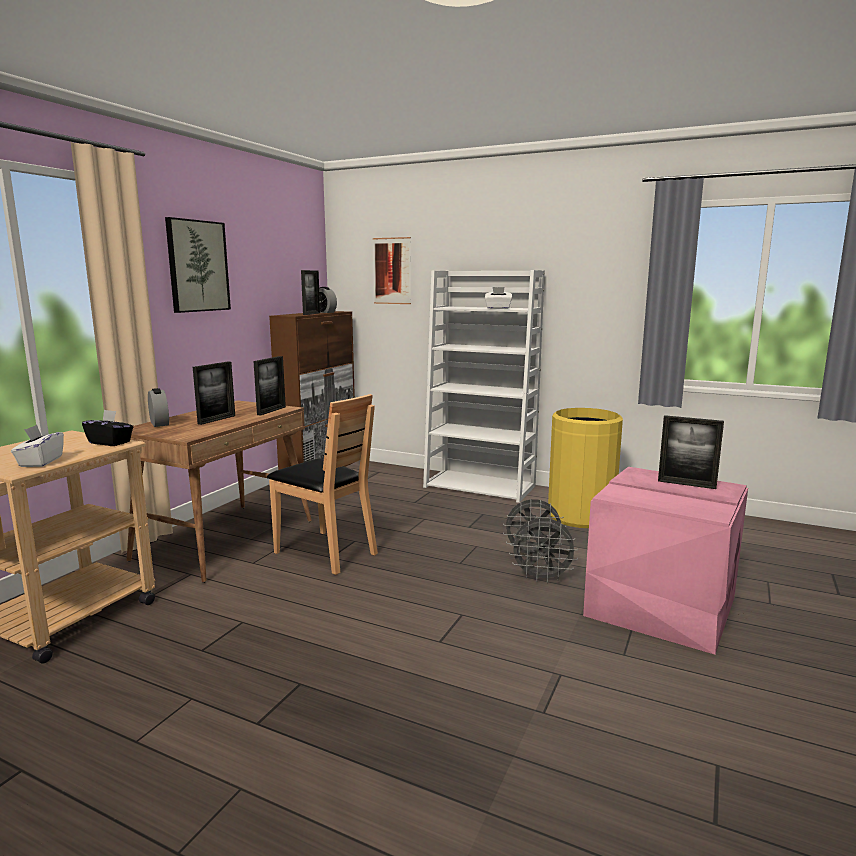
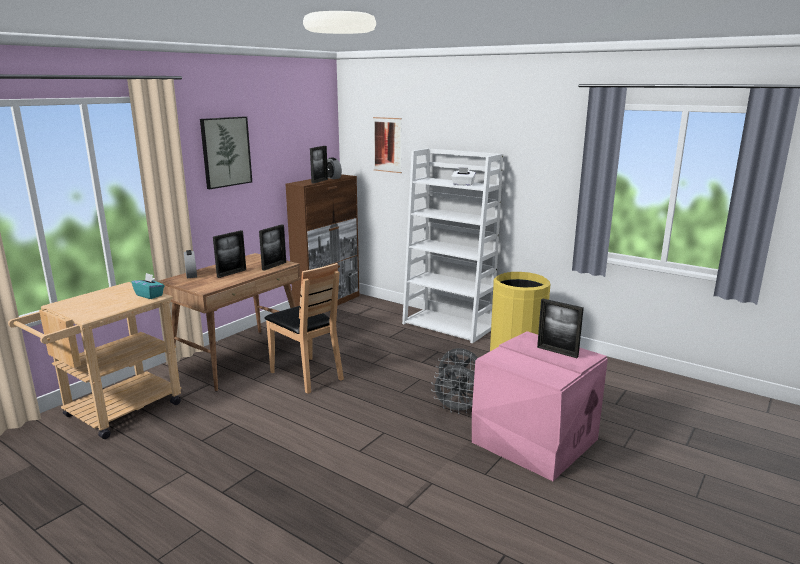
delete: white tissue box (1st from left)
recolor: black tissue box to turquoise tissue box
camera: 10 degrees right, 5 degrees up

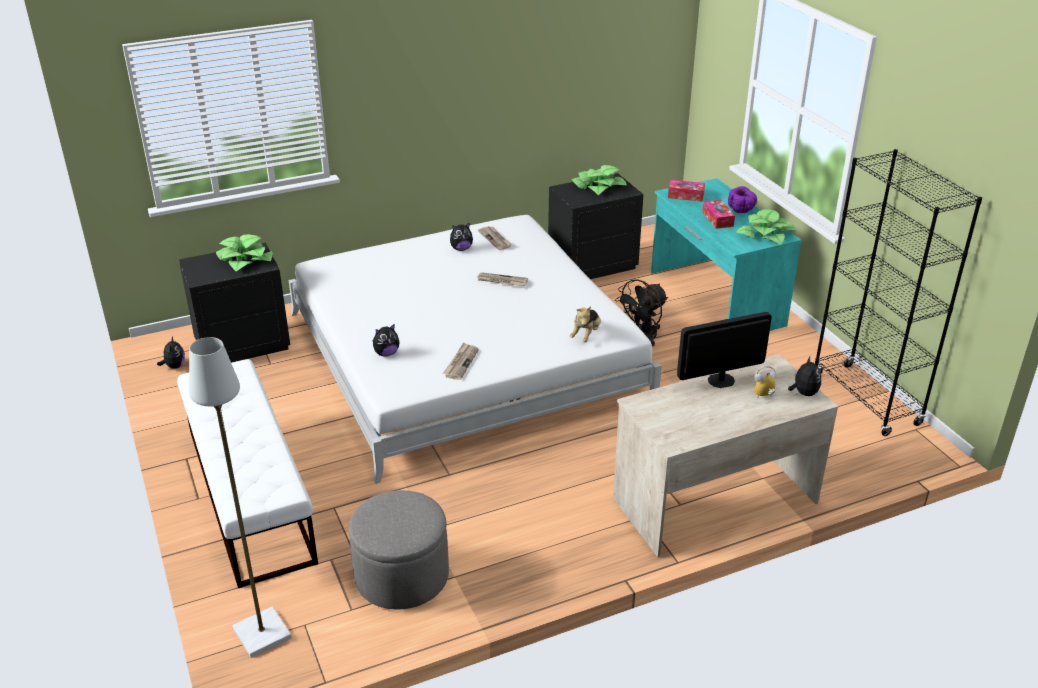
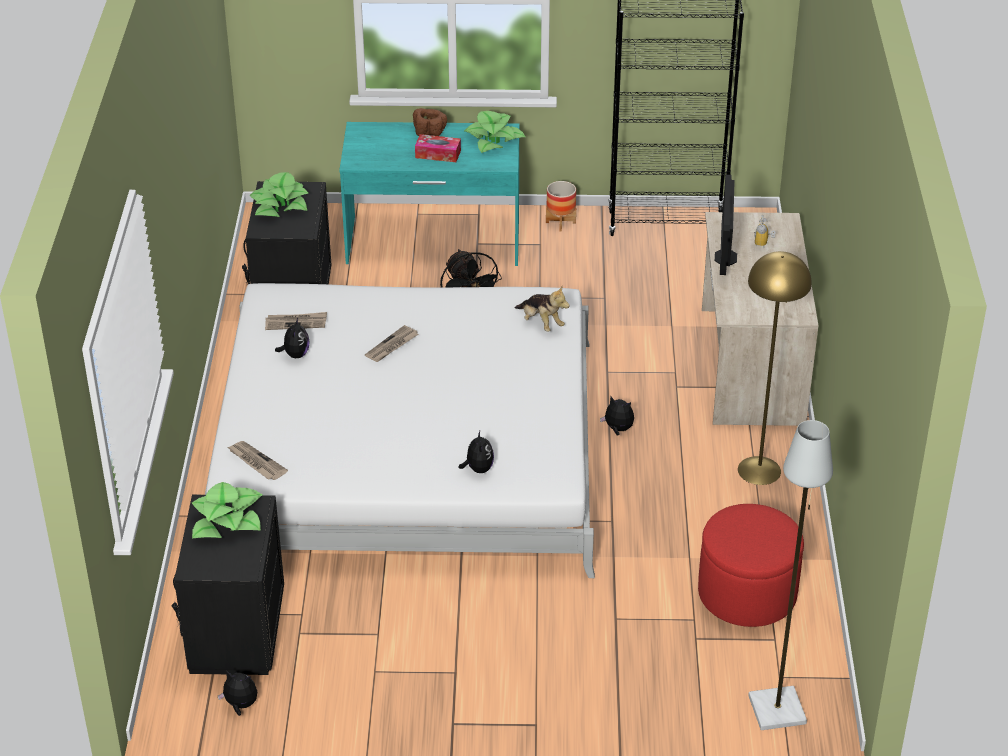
delete: white bench; tissue box (1st from left)
insert: planter; yellow floor lamp
move: newspaper (1st from left); plush toy (5th from left)
recolor: grey ottoman to red ottoman; purple bowl to brown bowl
camera: 65 degrees left, 5 degrees up

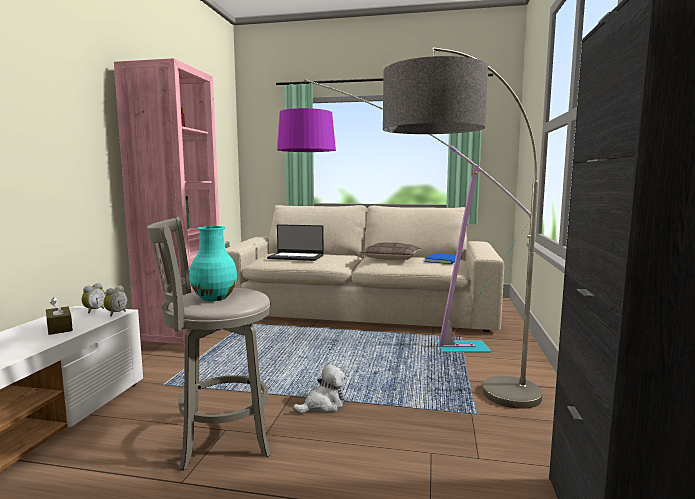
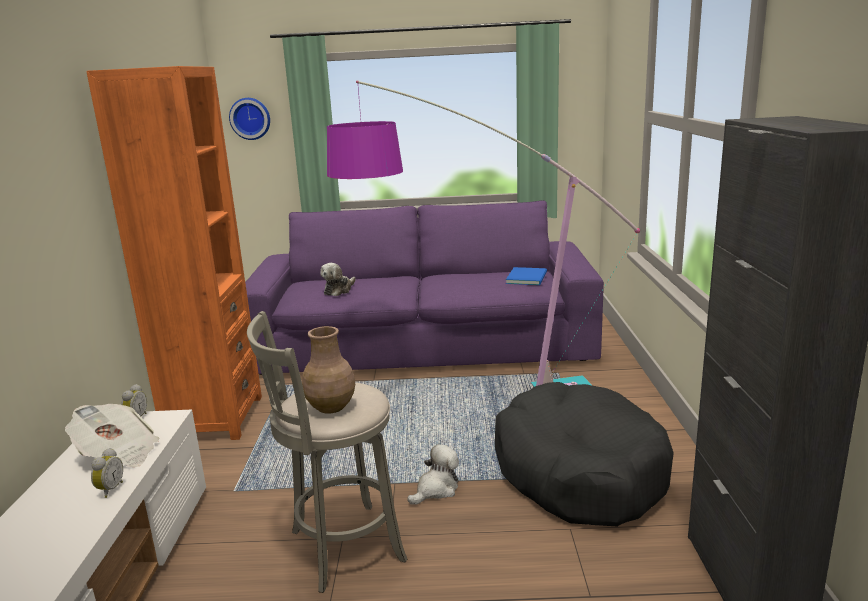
delete: pillow
insert: wall clock
move: alarm clock (2nd from left in the first image) to alarm clock (1st from left)
replace: brown tissue box to newspaper; laptop to plush toy (1st from left); floor lamp (2nd from left) to black dog bed
recolor: pink bookcase to orange bookcase; turquoise vase to brown vase; beige sofa to purple sofa
camera: 10 degrees left, 10 degrees up

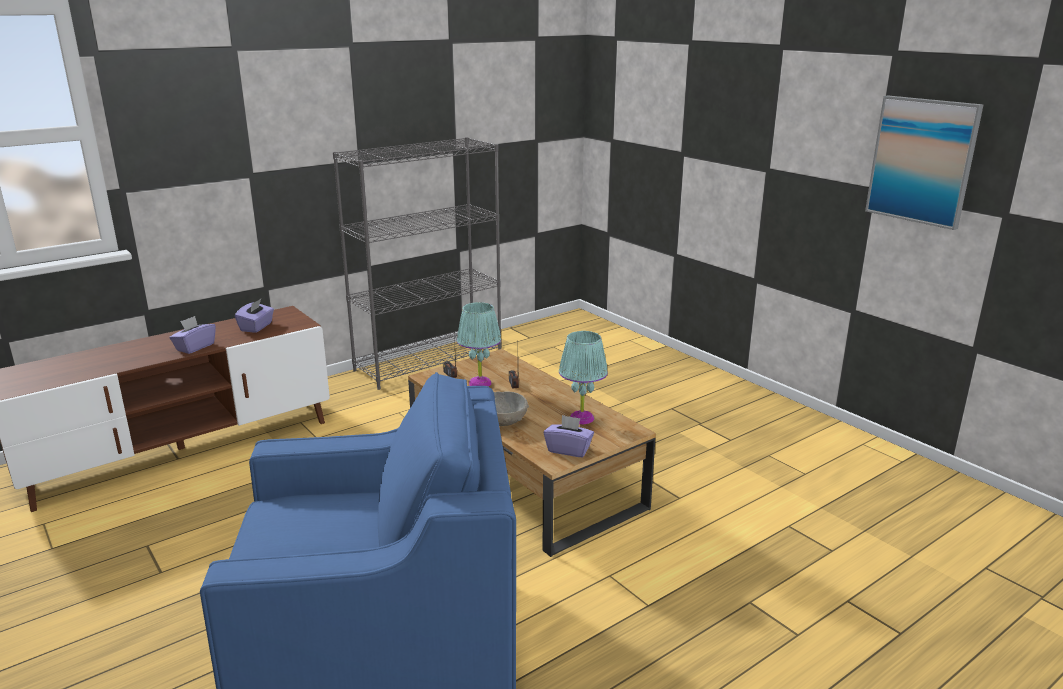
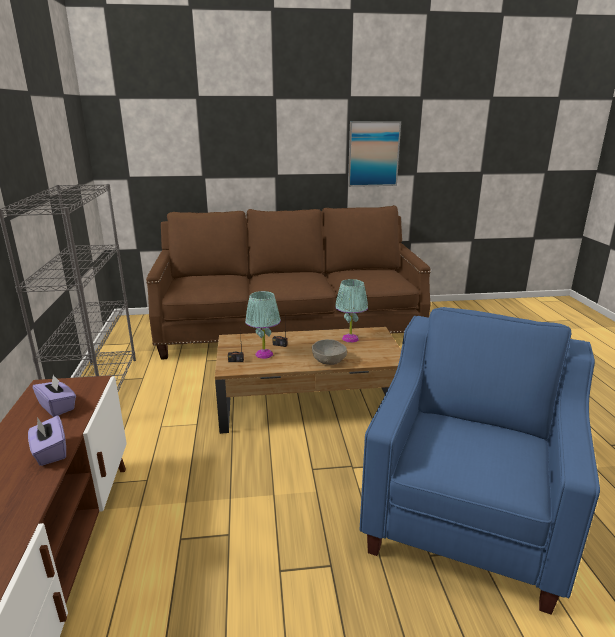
delete: purple tissue box (3rd from left)
insert: brown sofa
camera: 60 degrees left, 0 degrees up

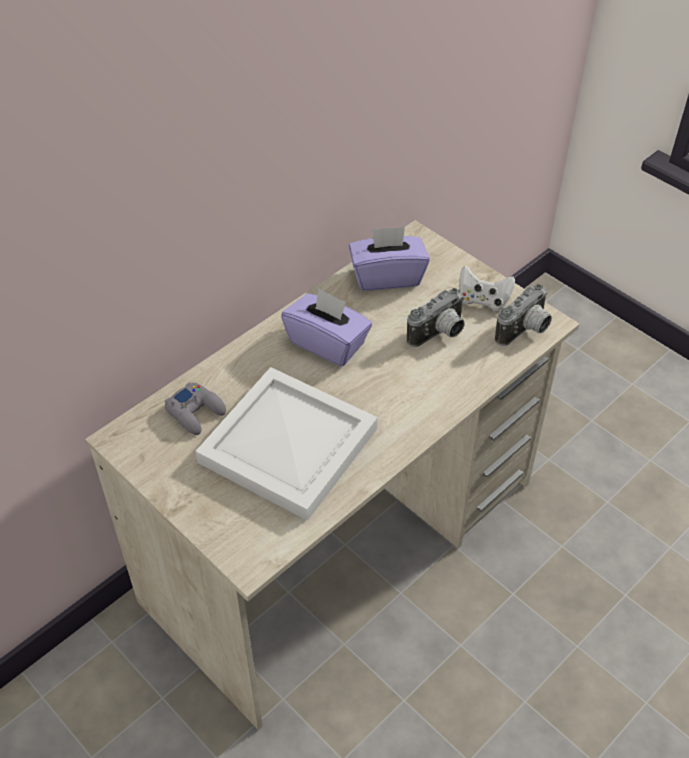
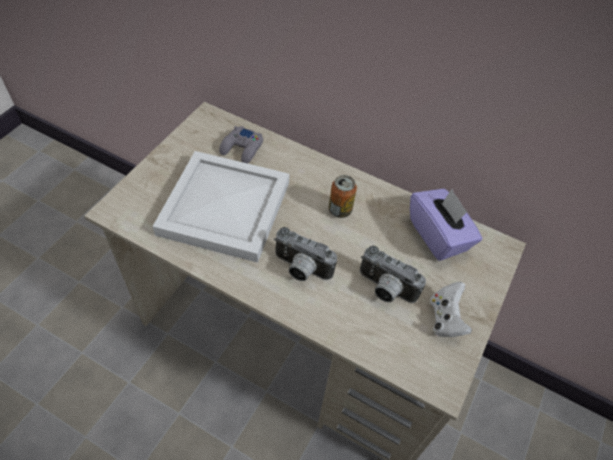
move: photo camera (2nd from left in the first image) to photo camera (1st from left)
replace: purple tissue box (1st from left) to can
camera: 70 degrees right, 5 degrees up

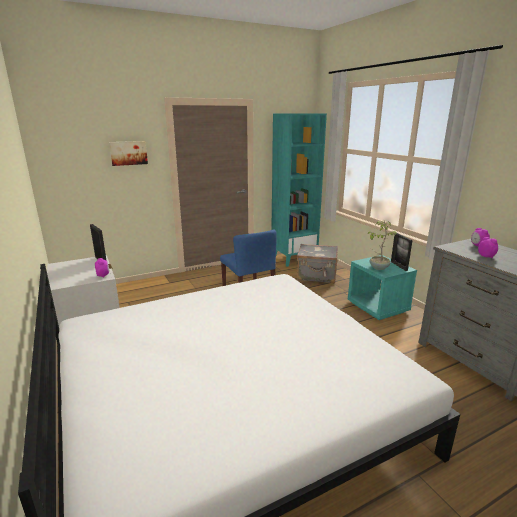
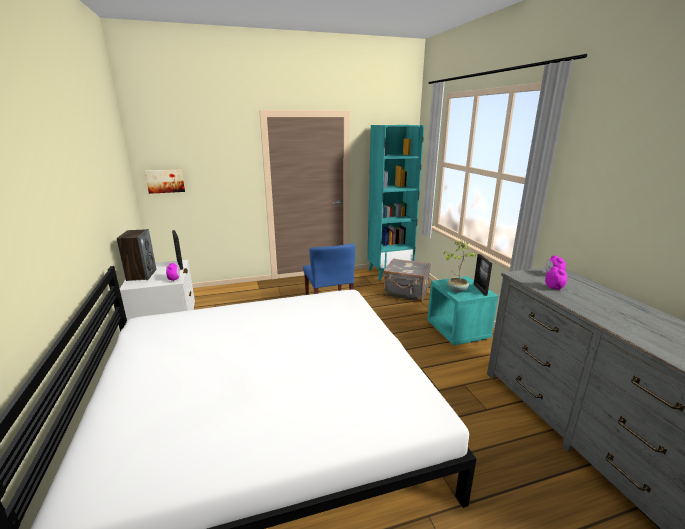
insert: speaker
move: picture
camera: 10 degrees right, 0 degrees up

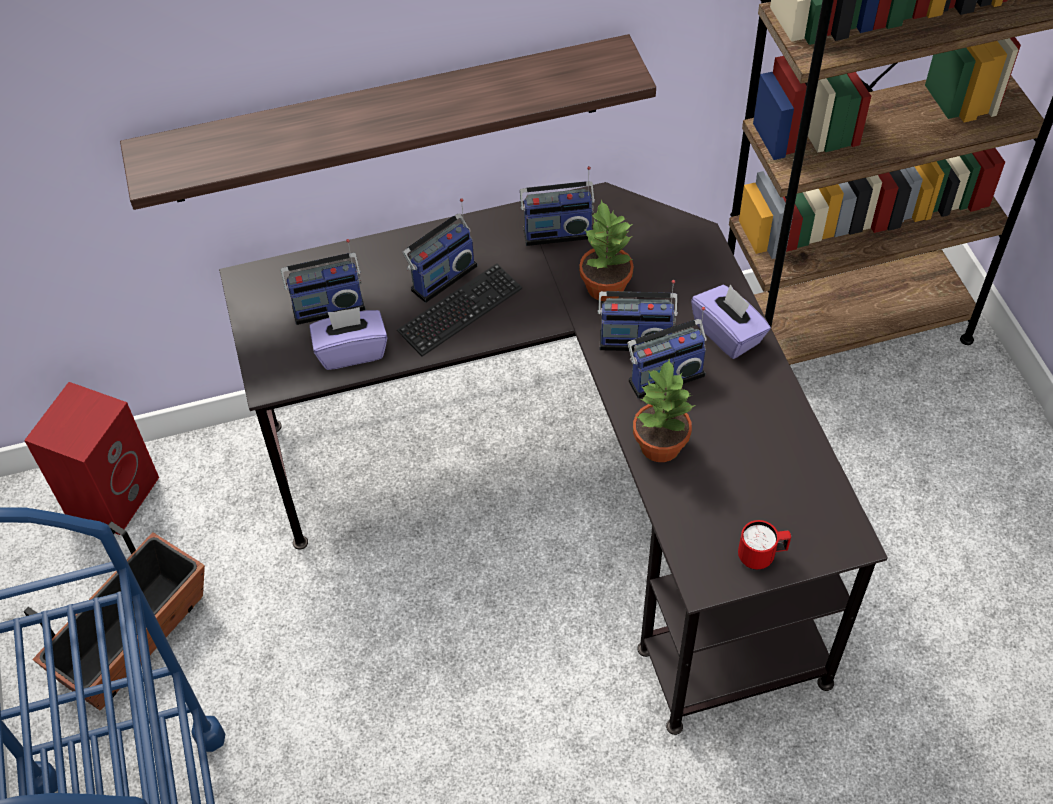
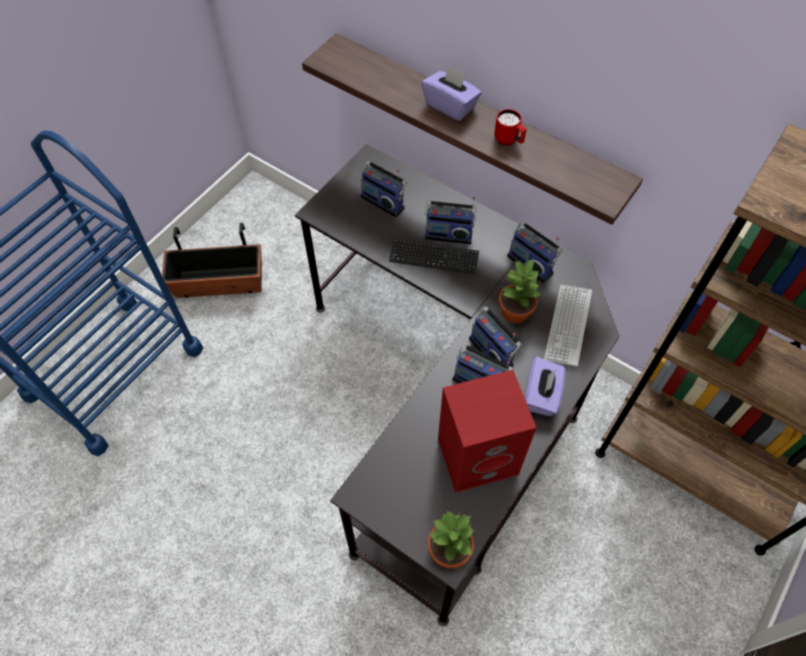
insert: keyboard (2nd from left)
move: red speaker; purple tissue box (1st from left); potted plant (2nd from left in the first image) to potted plant (1st from left); red mug
camera: 50 degrees right, 5 degrees up

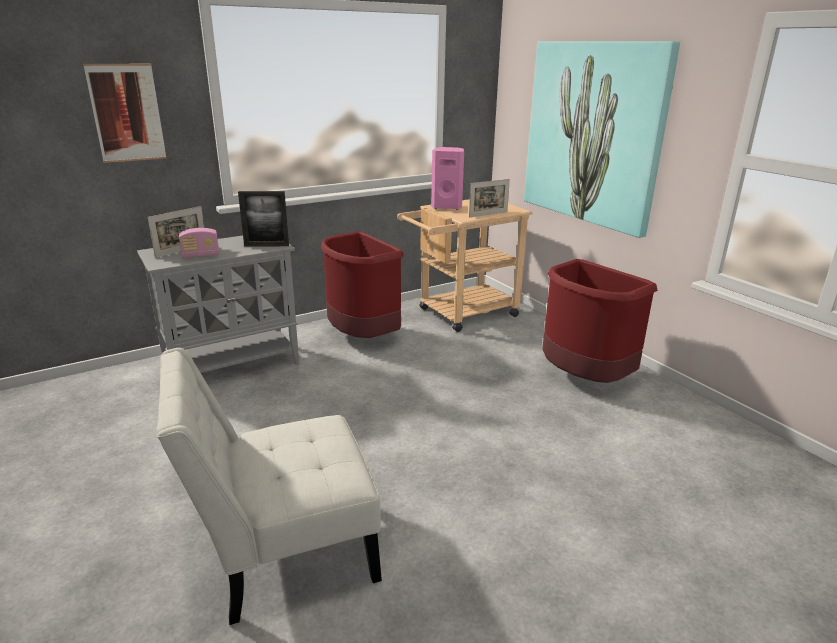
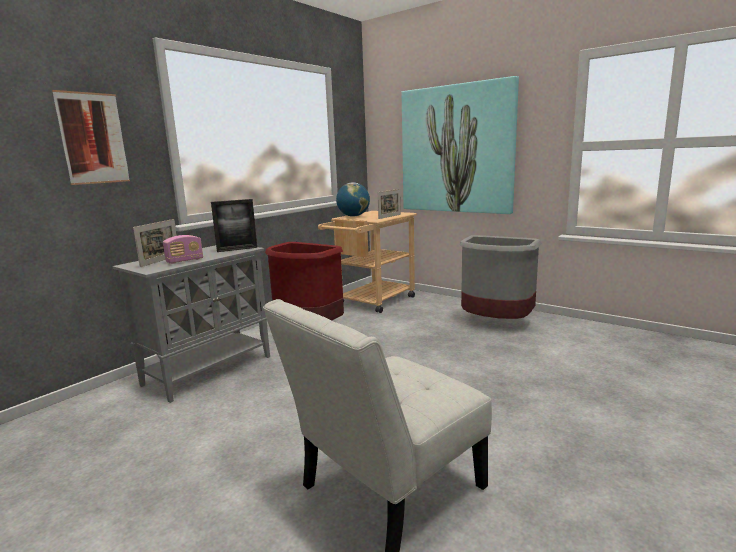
replace: pink speaker to globe
recolor: red trash can (2nd from left) to grey trash can
camera: 20 degrees left, 10 degrees down

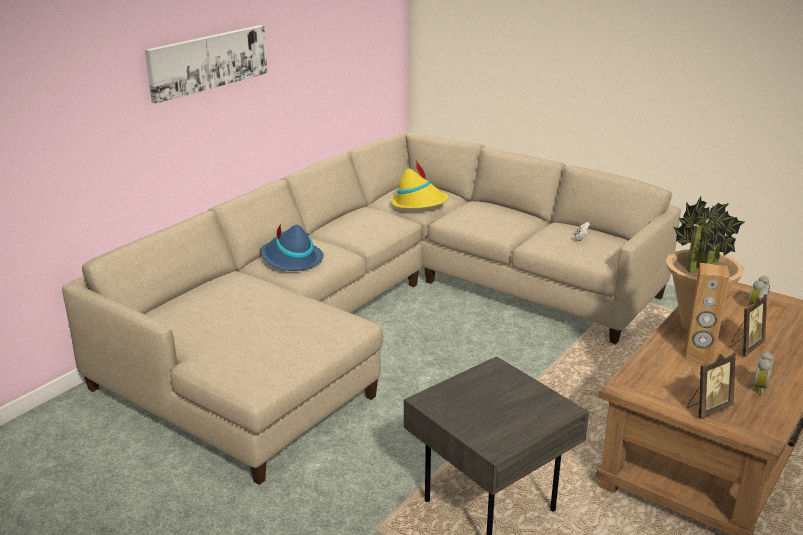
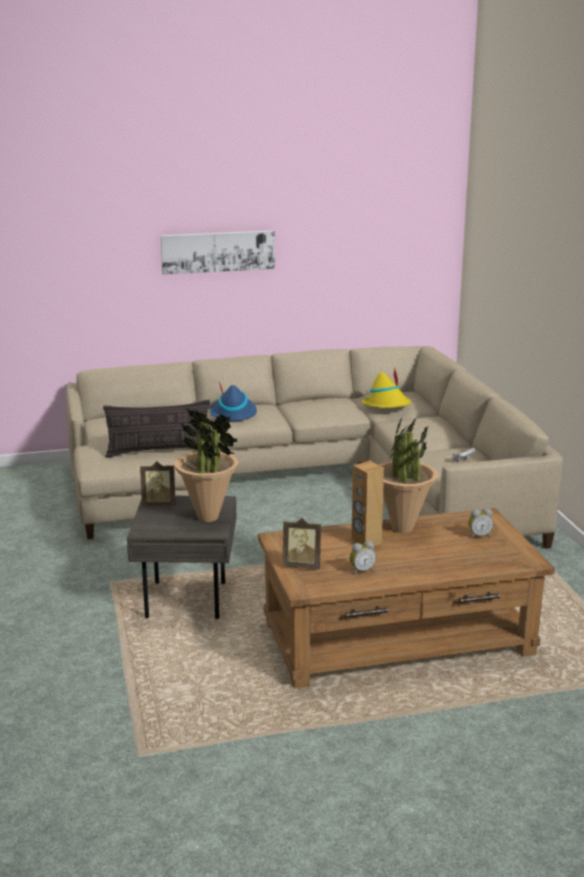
insert: pillow; potted plant (1st from left)
move: picture frame (2nd from left in the first image) to picture frame (1st from left)
camera: 40 degrees right, 5 degrees down

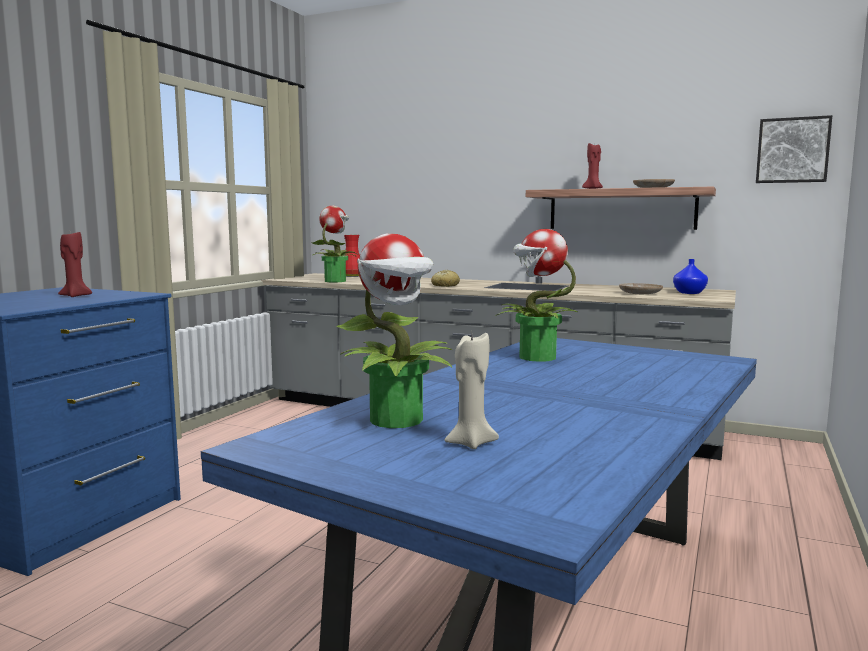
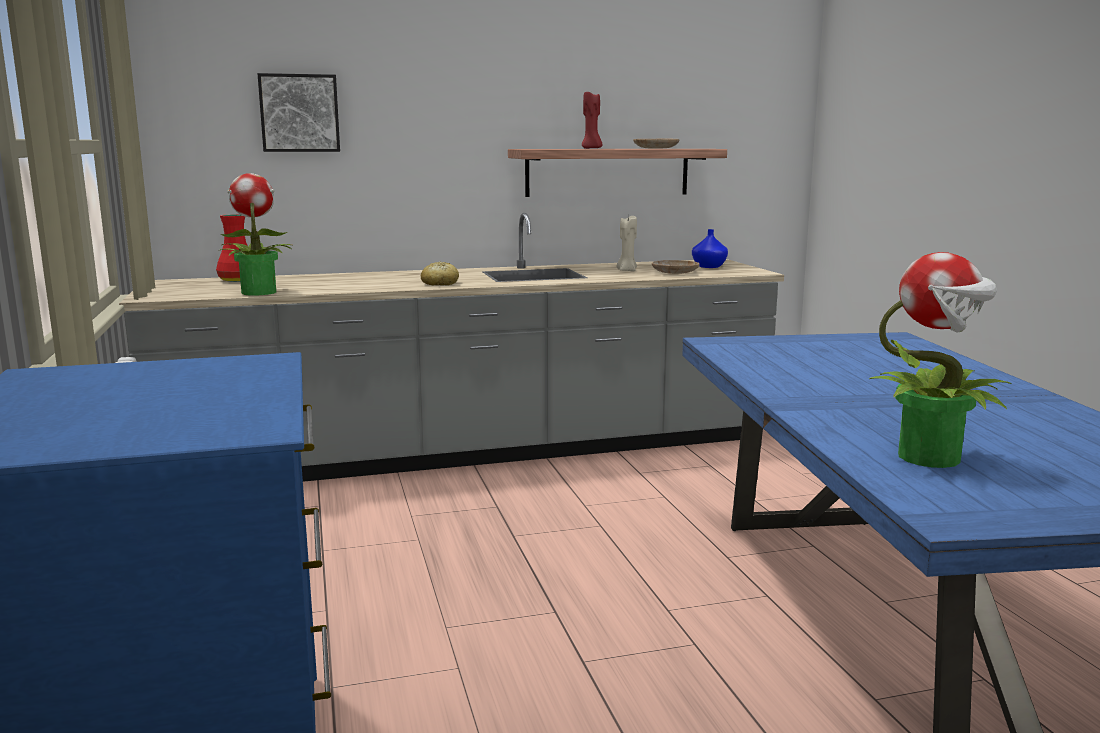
delete: red candle (1st from left); potted plant (3rd from left)
move: beige candle; picture
camera: 40 degrees left, 5 degrees up

